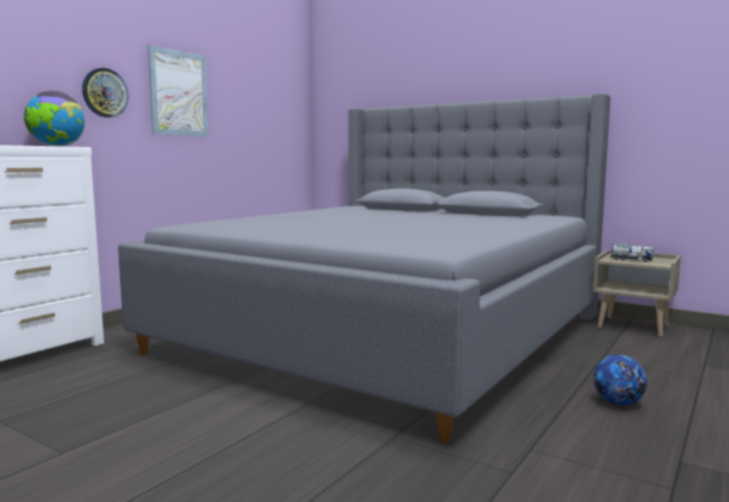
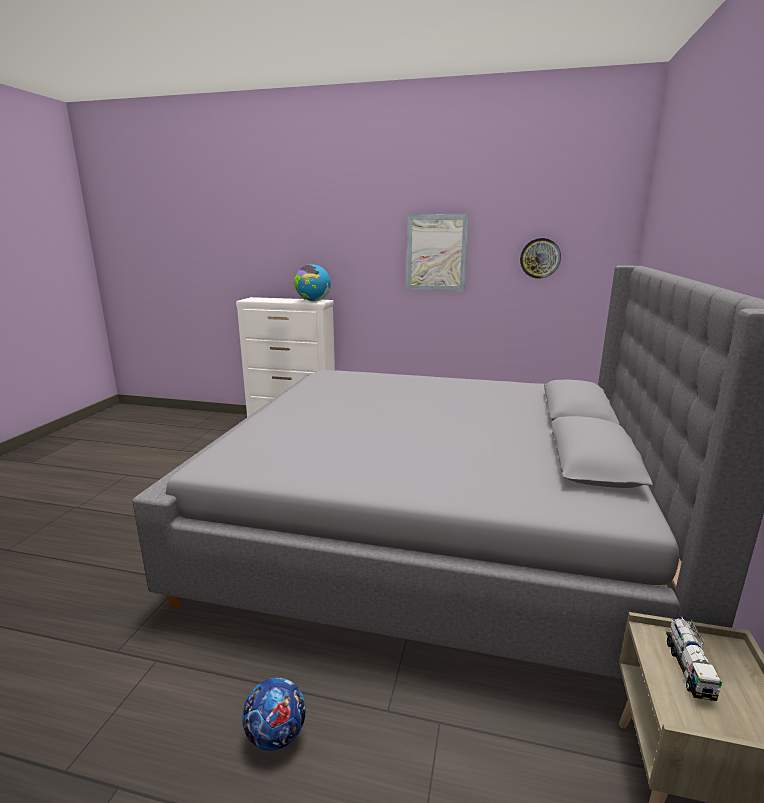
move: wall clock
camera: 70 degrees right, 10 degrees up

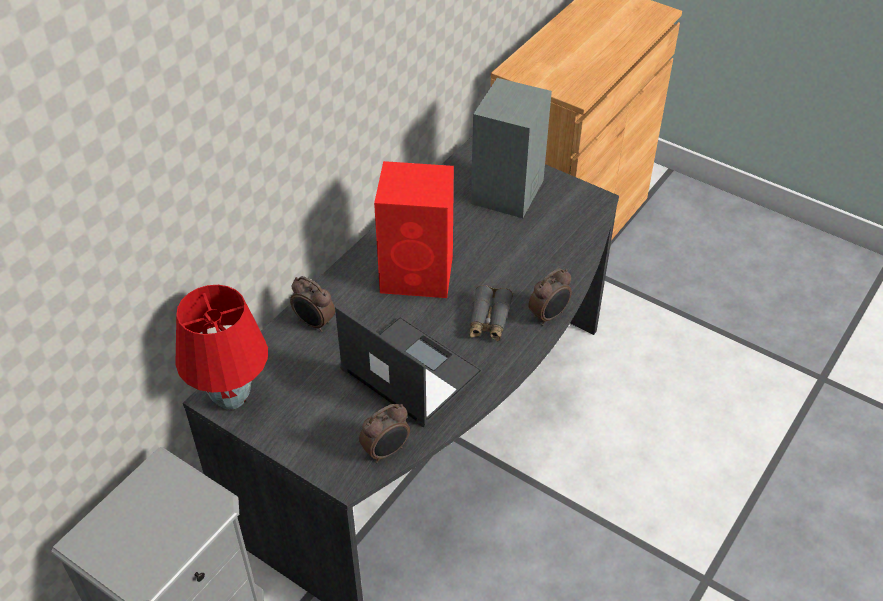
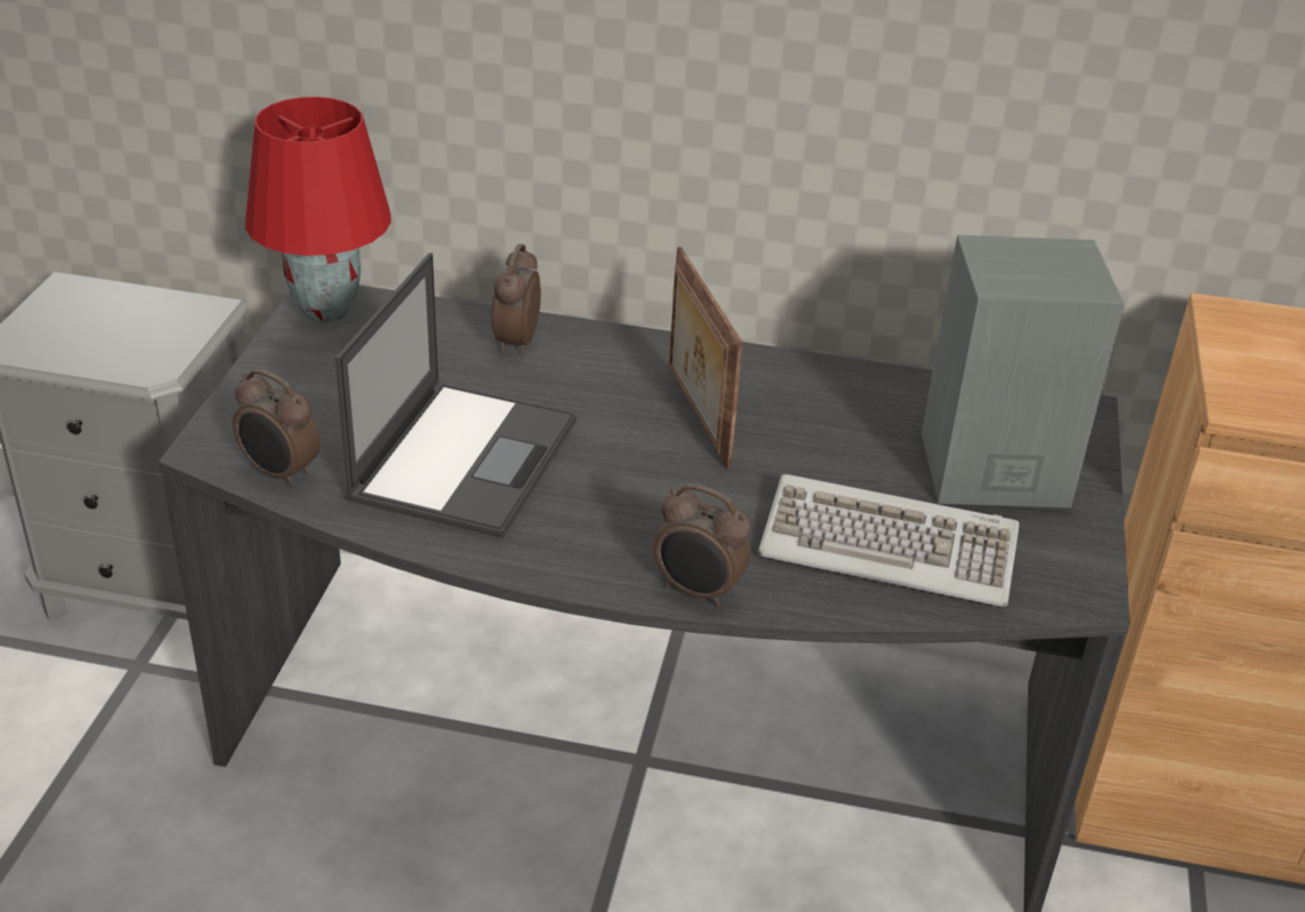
delete: grey binoculars
insert: keyboard
replace: red speaker to picture frame
camera: 65 degrees right, 10 degrees down

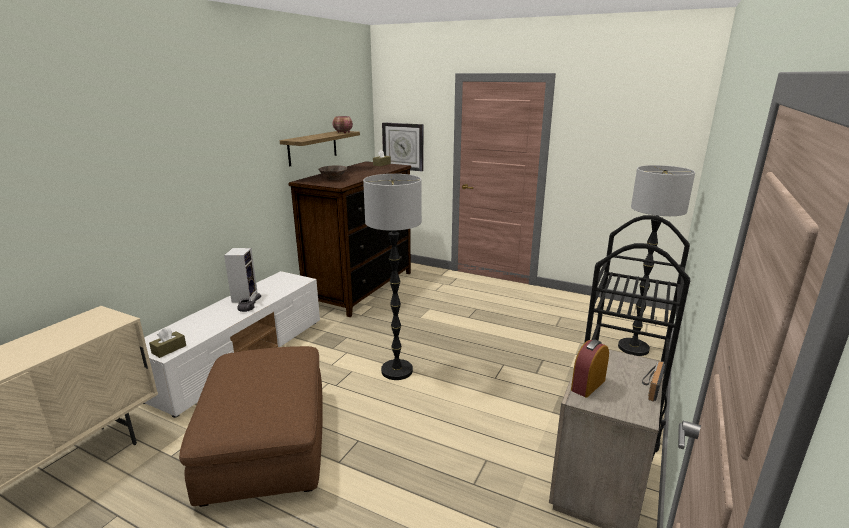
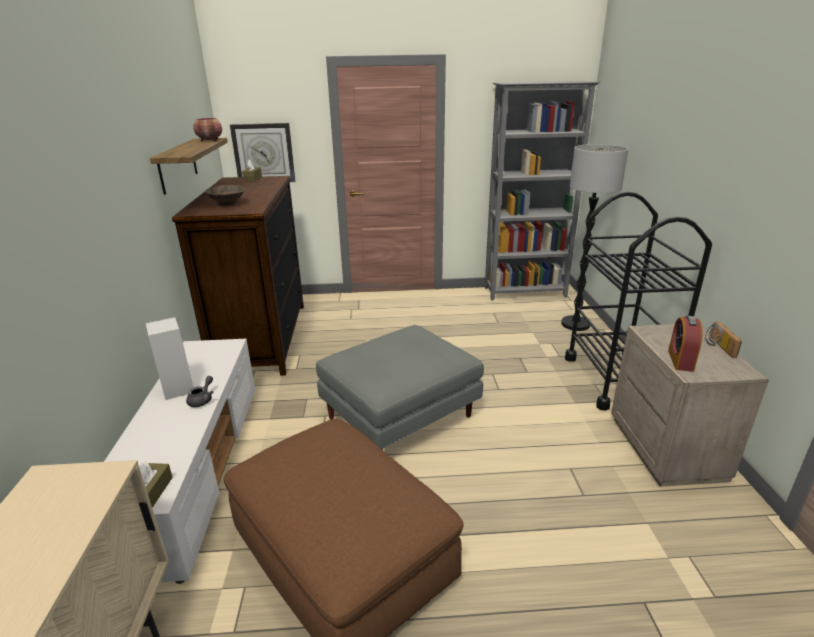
insert: grey bookcase
replace: floor lamp (1st from left) to grey ottoman
camera: 30 degrees left, 5 degrees up

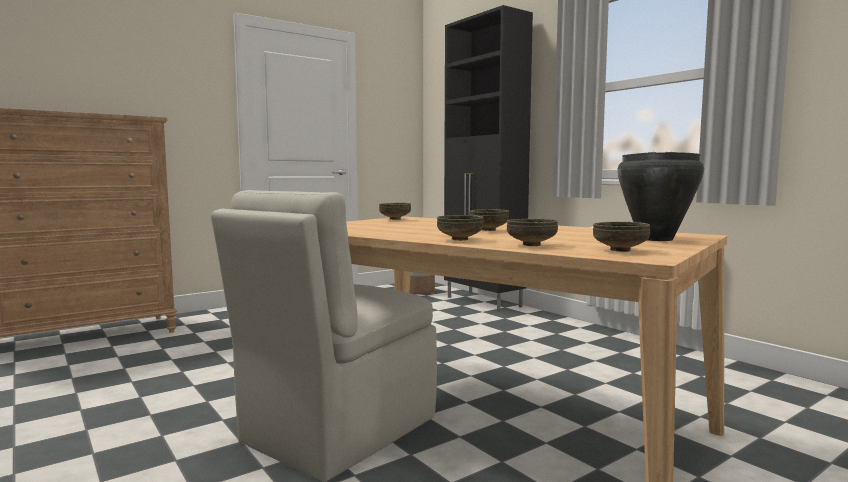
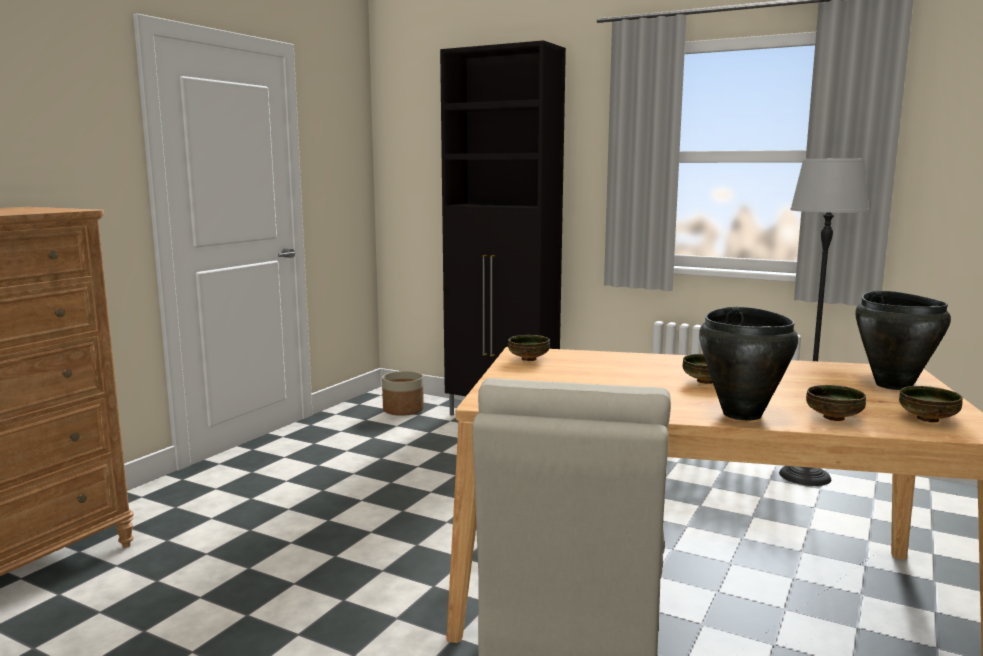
insert: floor lamp
replace: bowl (2nd from left) to black cooking pot (1st from left)
camera: 25 degrees left, 5 degrees up

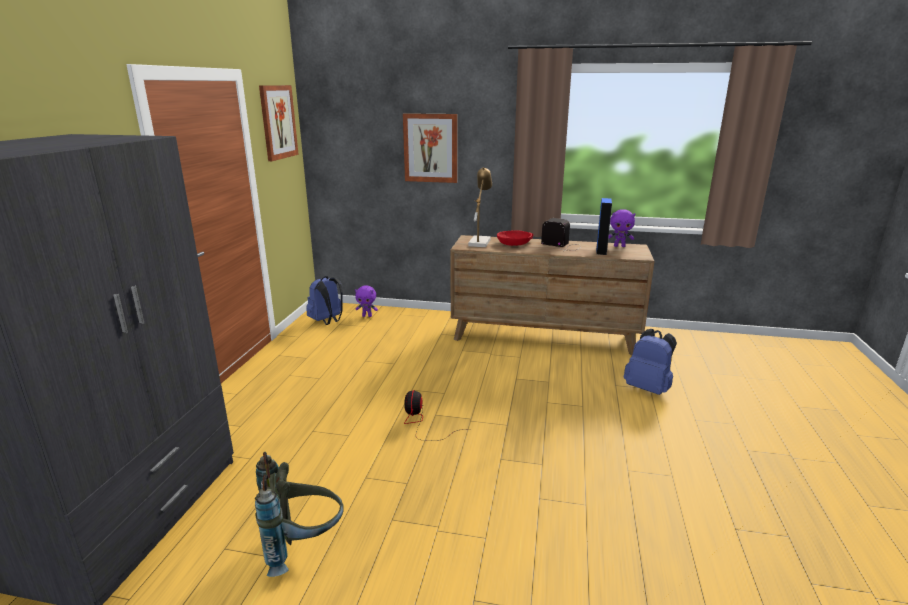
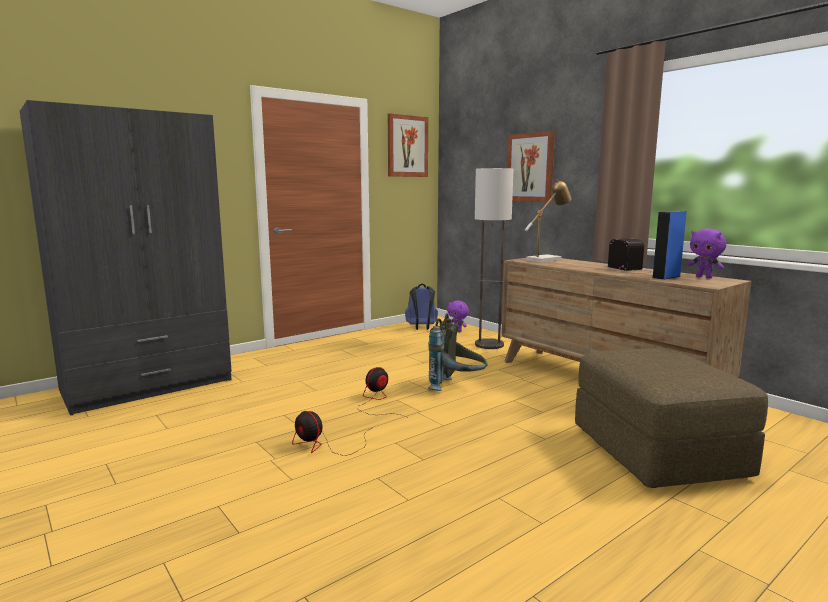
delete: red bowl
insert: fan (1st from left); floor lamp
move: grey backpack
replace: blue backpack (2nd from left) to brown ottoman
camera: 40 degrees right, 10 degrees down

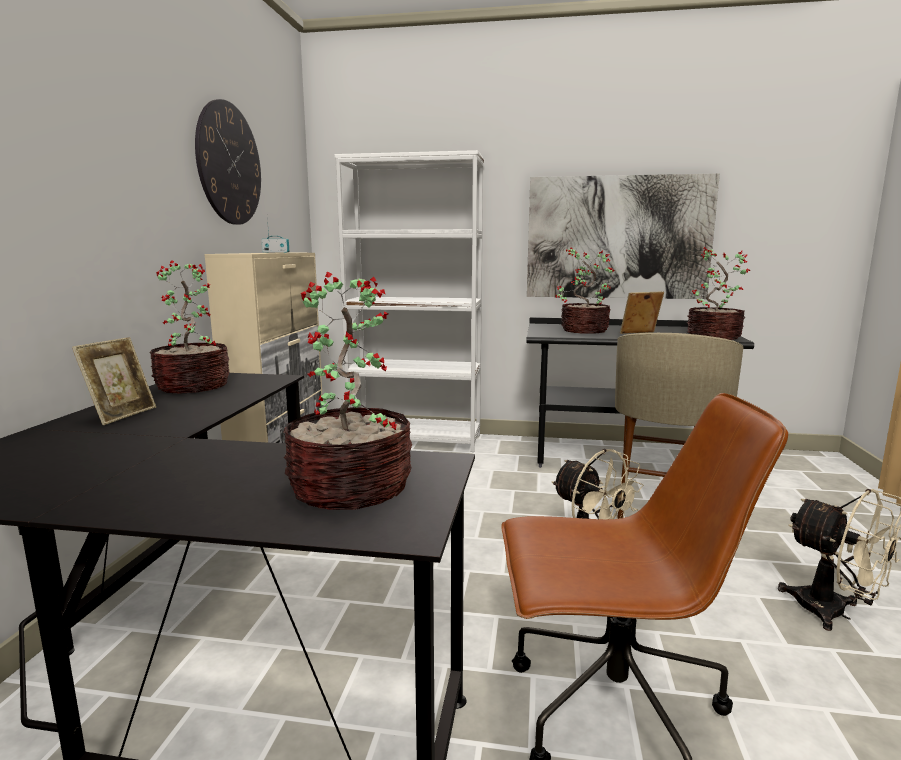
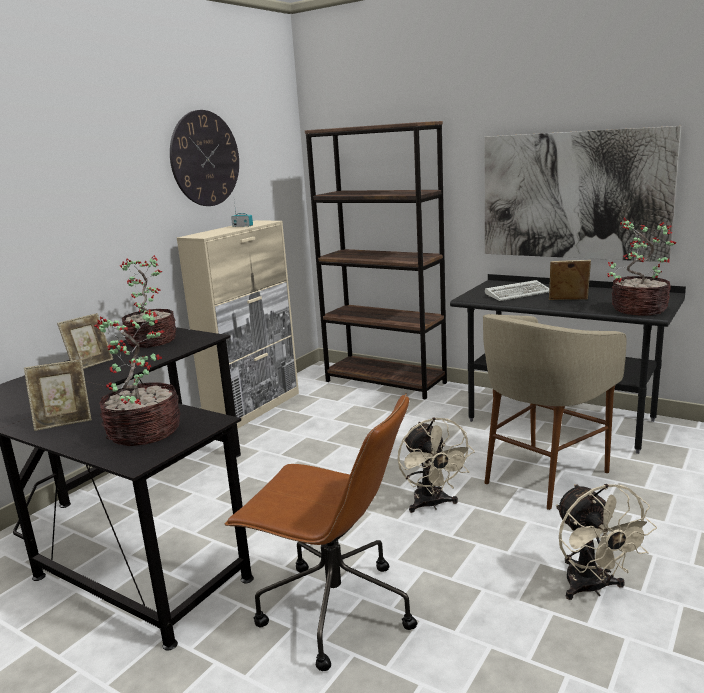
insert: picture frame (1st from left)
replace: potted plant (3rd from left) to keyboard
recolor: white bookcase to brown bookcase
camera: 25 degrees right, 5 degrees up

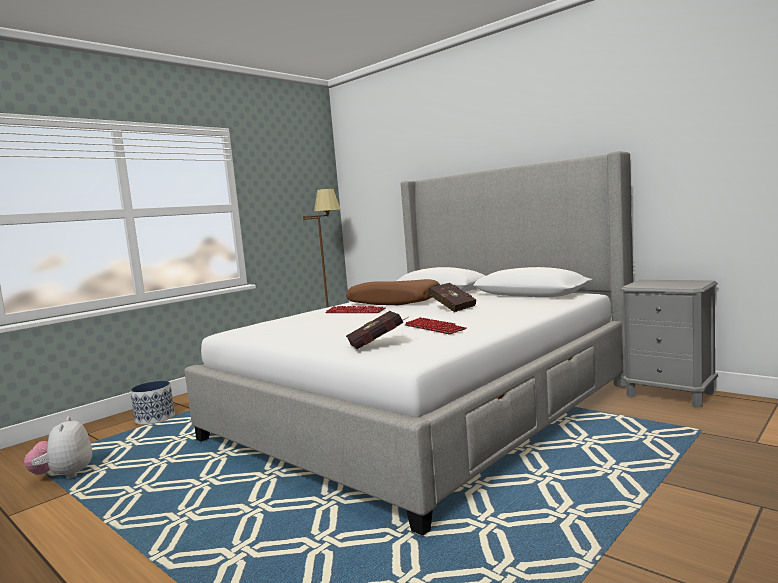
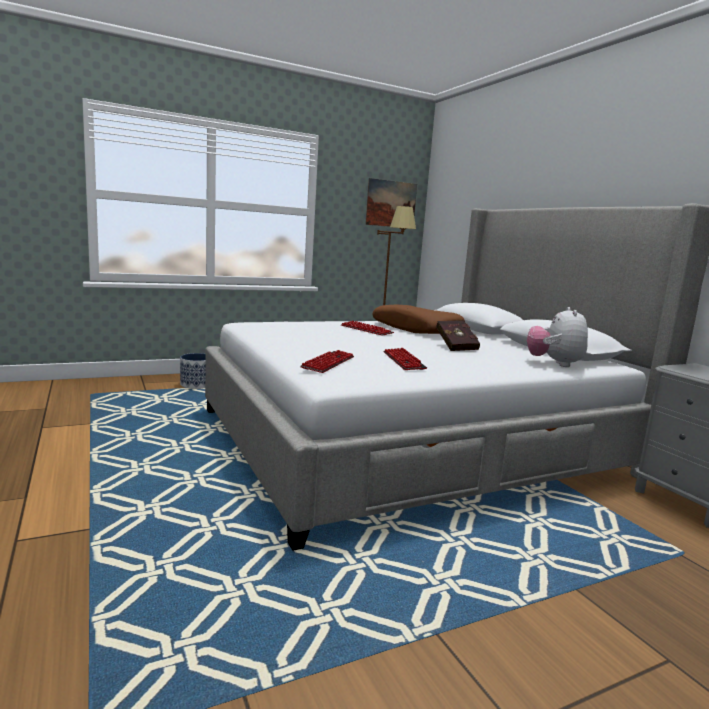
insert: picture
move: plush toy
replace: red book (1st from left) to keyboard (1st from left)
camera: 20 degrees right, 5 degrees up

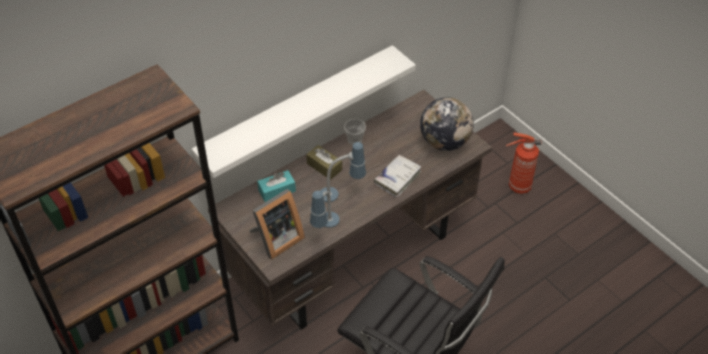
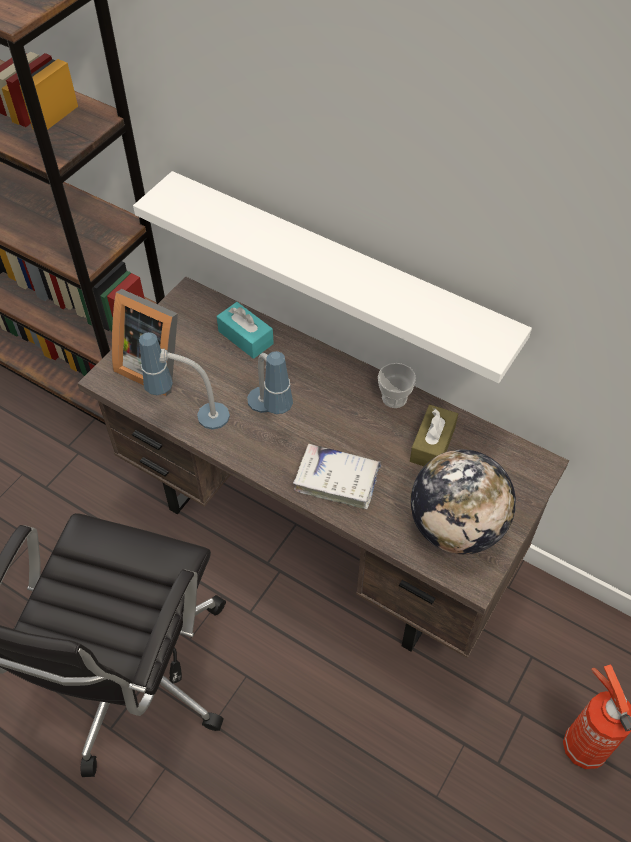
move: brown tissue box
camera: 70 degrees right, 5 degrees up

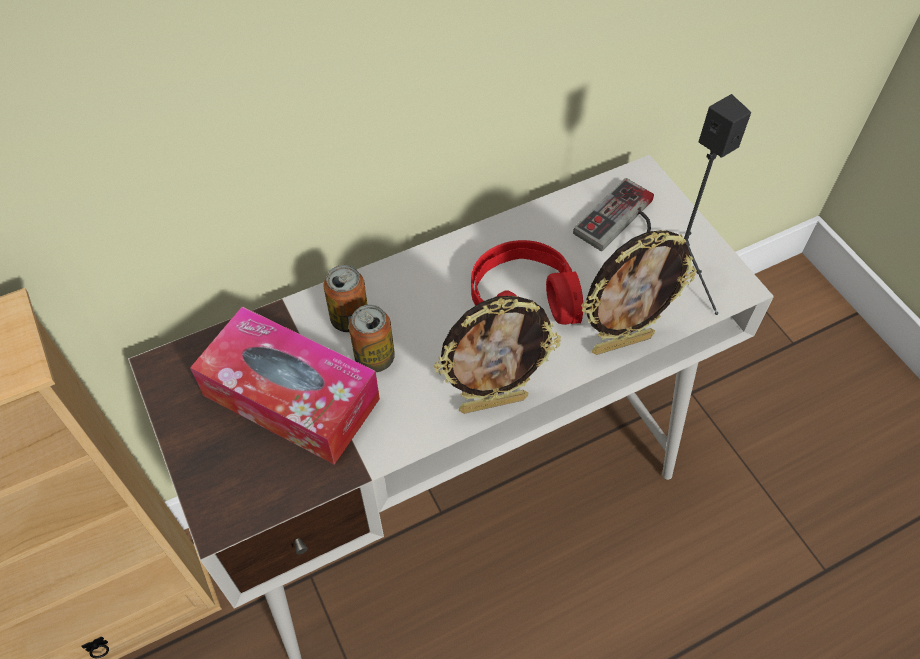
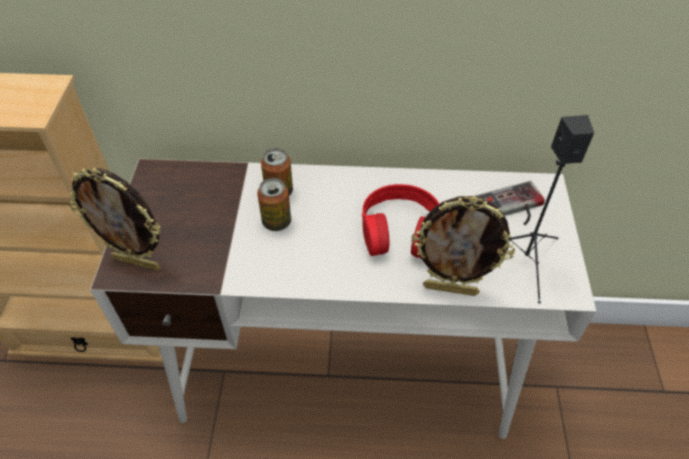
delete: tissue box
move: picture frame (1st from left)
camera: 30 degrees right, 5 degrees down

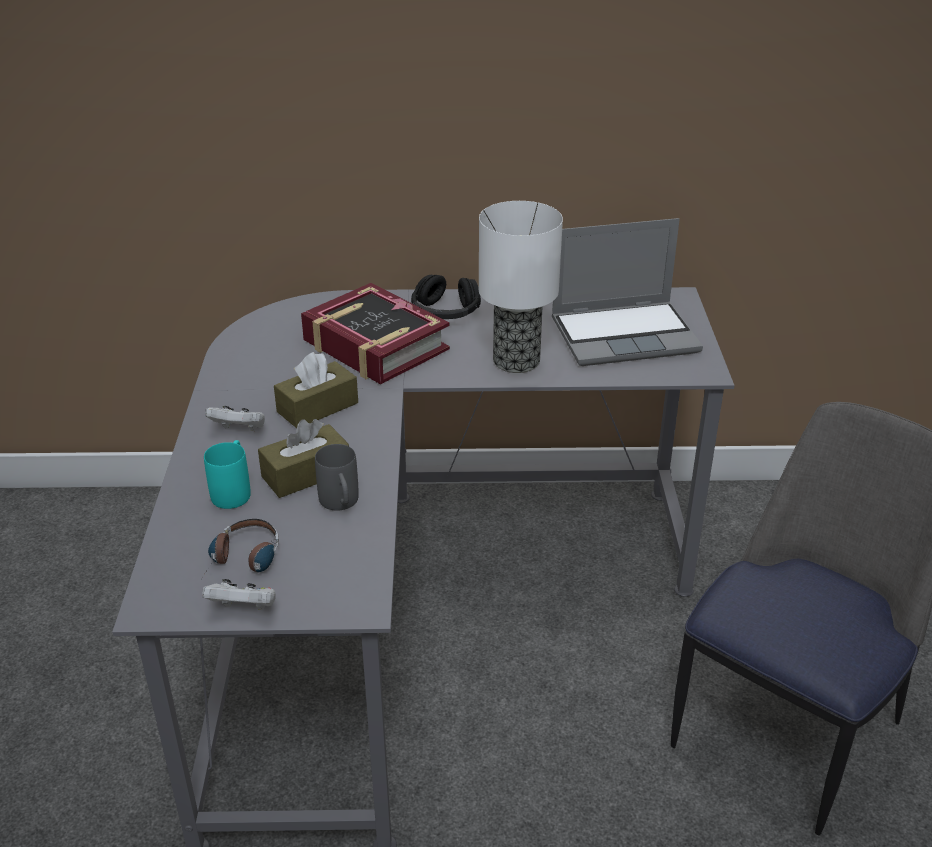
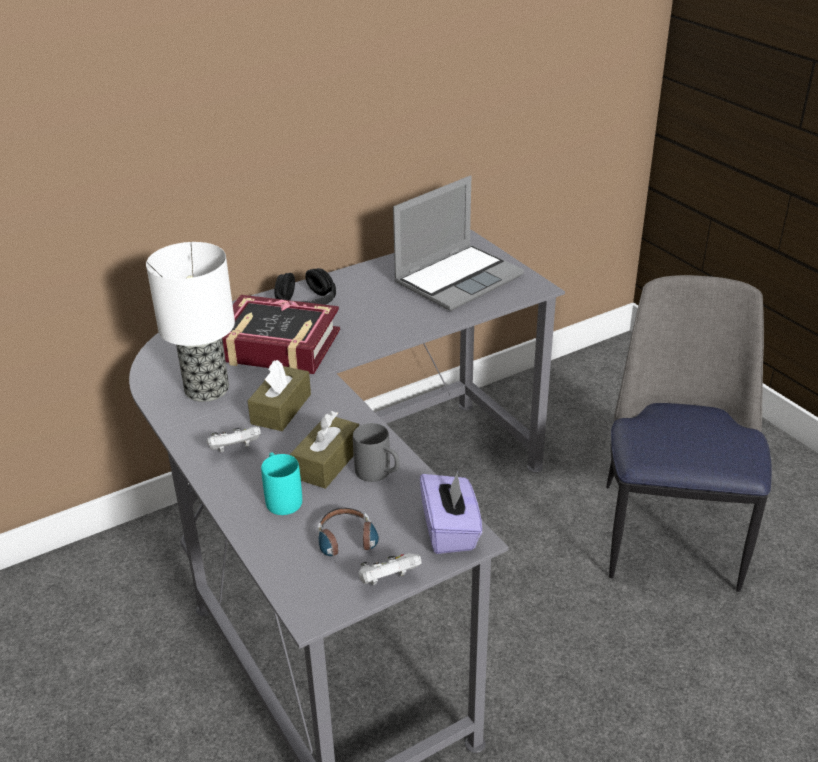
insert: purple tissue box
move: table lamp
camera: 30 degrees left, 0 degrees up

